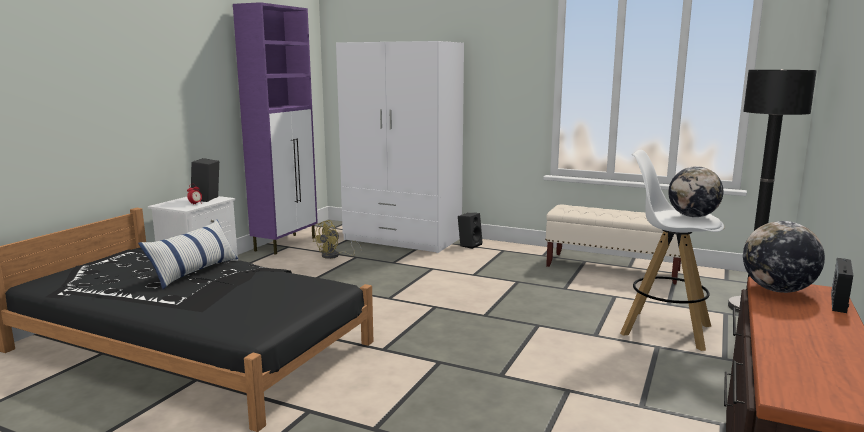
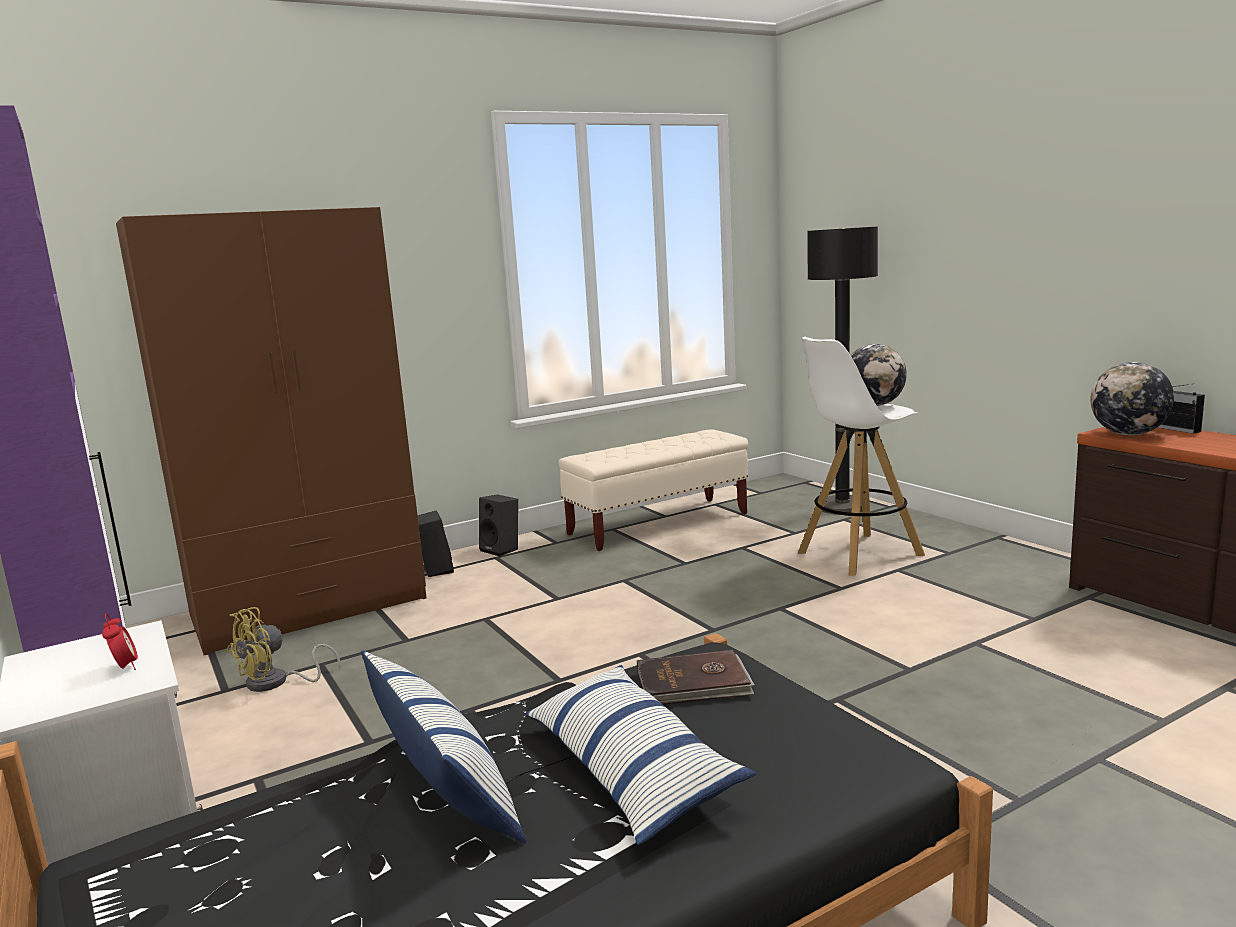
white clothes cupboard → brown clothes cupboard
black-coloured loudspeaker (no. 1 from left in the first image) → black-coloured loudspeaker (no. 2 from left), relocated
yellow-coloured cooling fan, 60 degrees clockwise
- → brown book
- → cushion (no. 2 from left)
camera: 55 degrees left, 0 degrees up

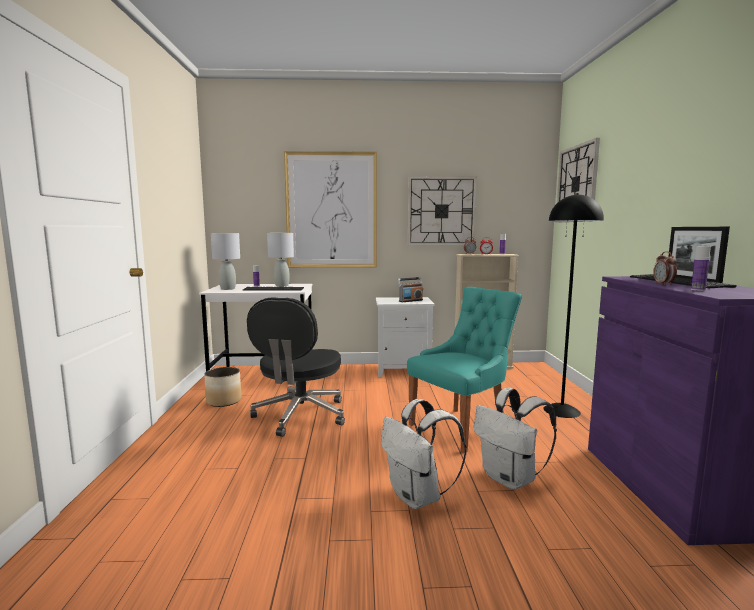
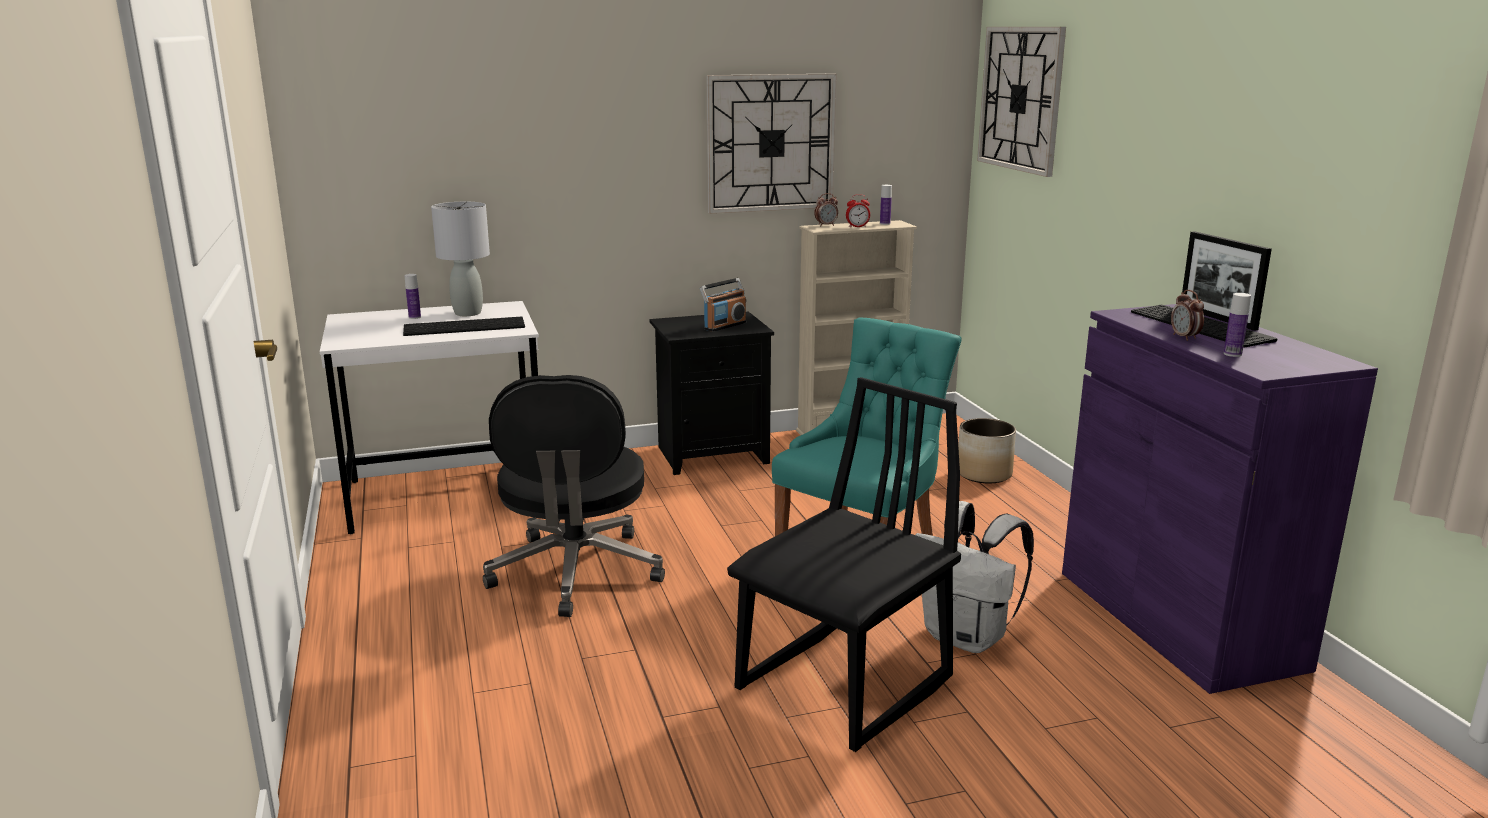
wall art → -
black-coloured standard lamp → -
greyish table lamp (no. 1 from left) → -
white nightstand → black-coloured nightstand
planter, relocated
white rucksack (no. 1 from left) → black-coloured plain chair
camera: 15 degrees left, 10 degrees up

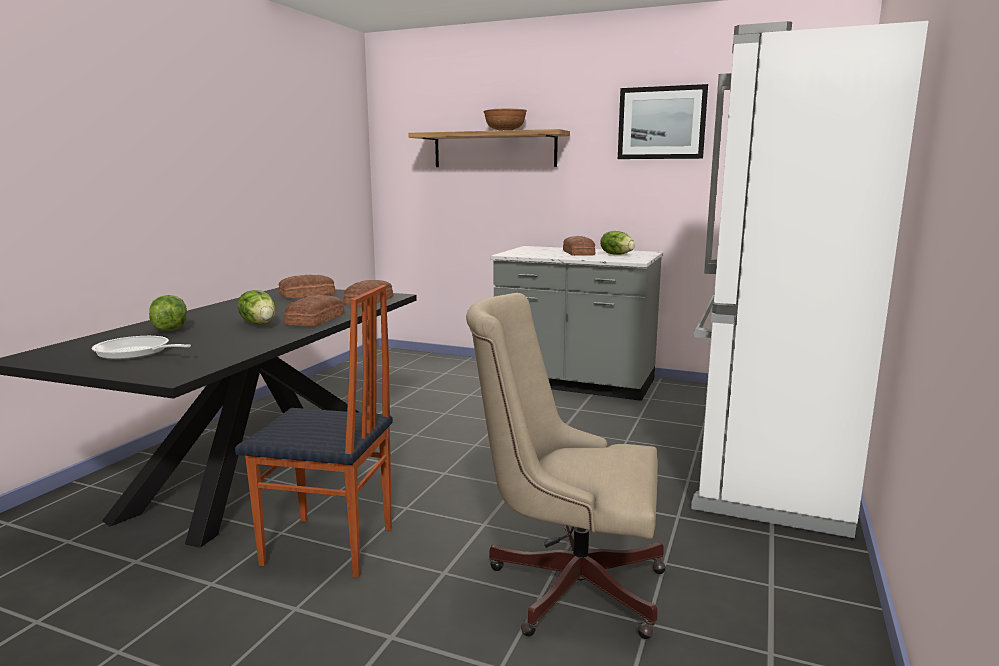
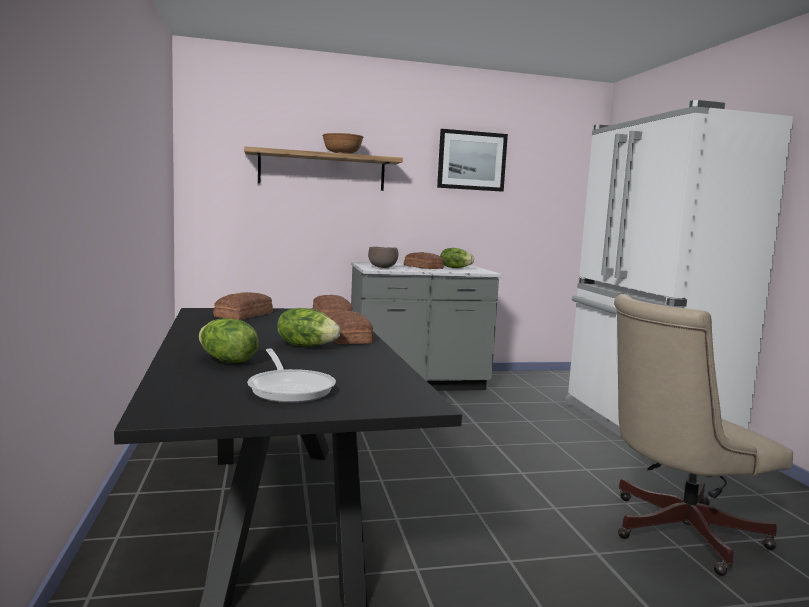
plain chair → -
skillet, 105 degrees counterclockwise
- → brown bowl (no. 2 from left)
camera: 35 degrees left, 5 degrees down

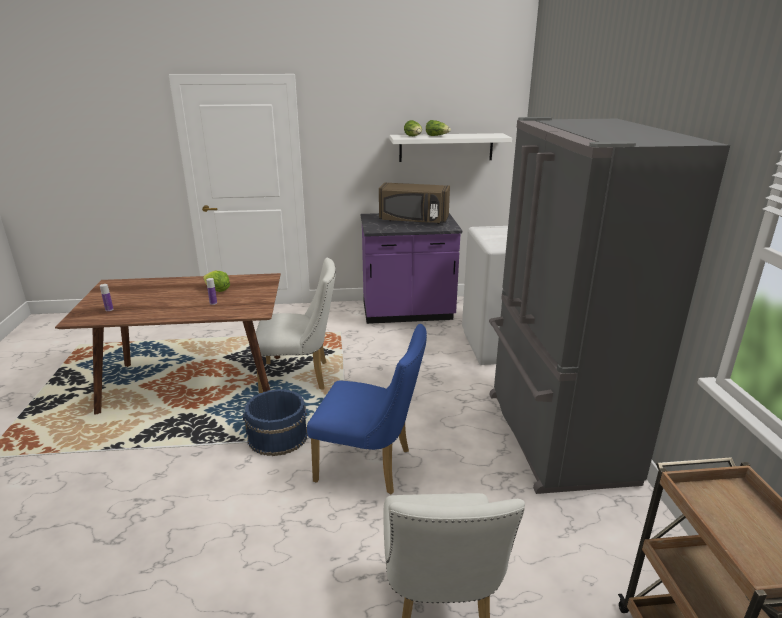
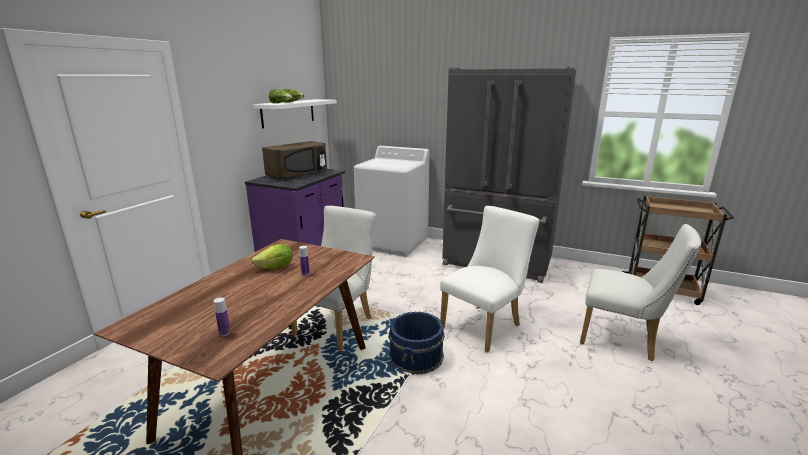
blue-coloured plain chair → white plain chair (no. 2 from left)
camera: 60 degrees left, 5 degrees down

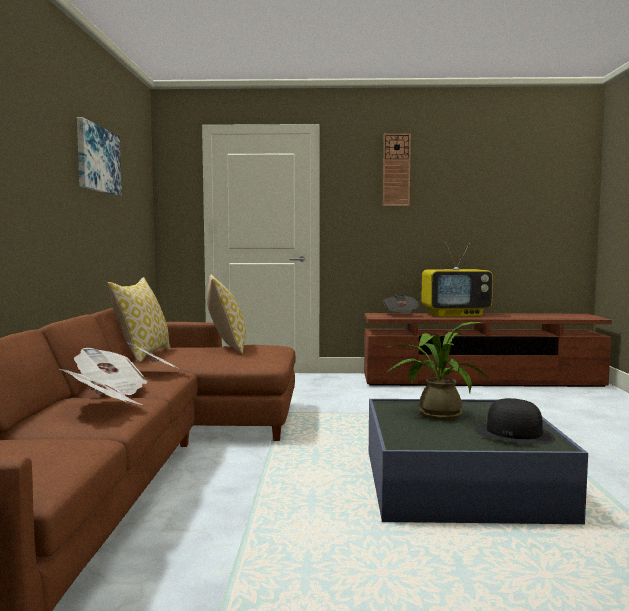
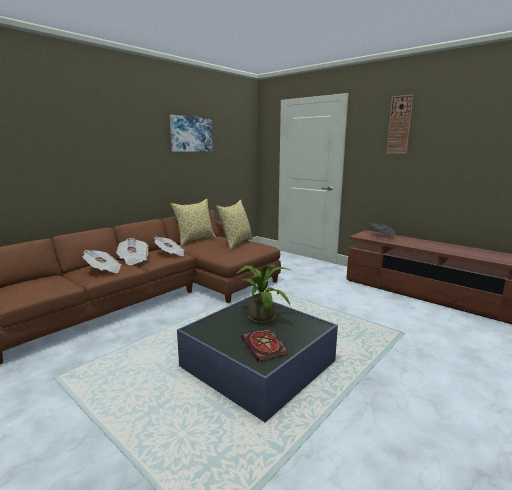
television → -
black-coloured hat → book
camera: 40 degrees right, 10 degrees up

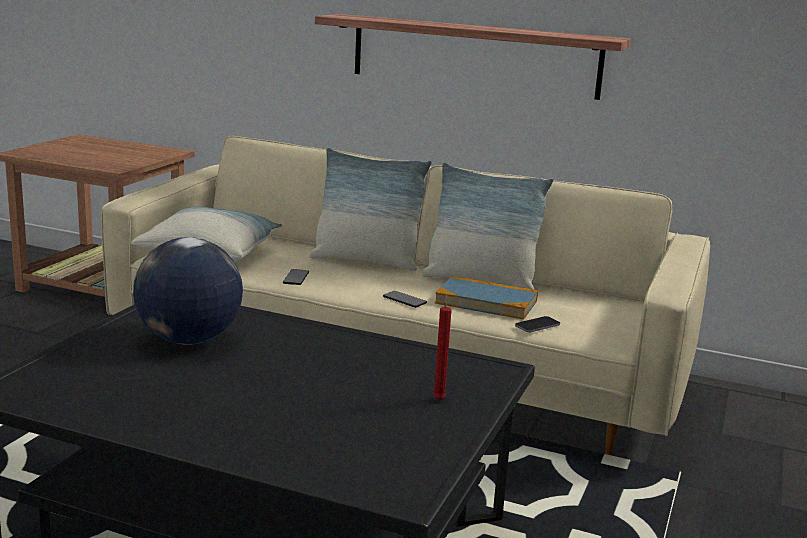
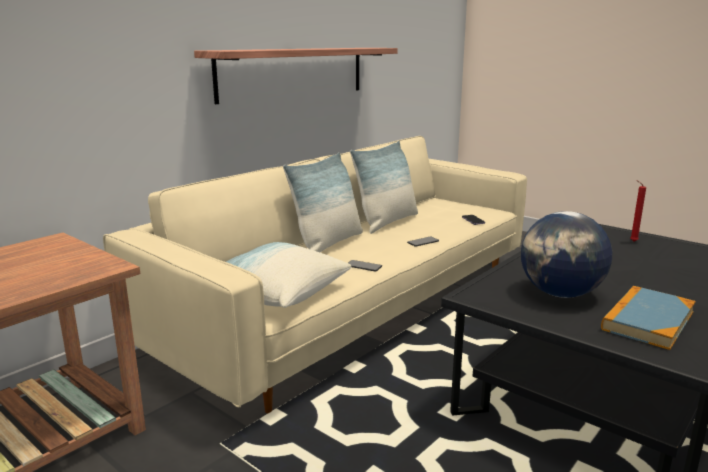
book, relocated
camera: 70 degrees left, 0 degrees up

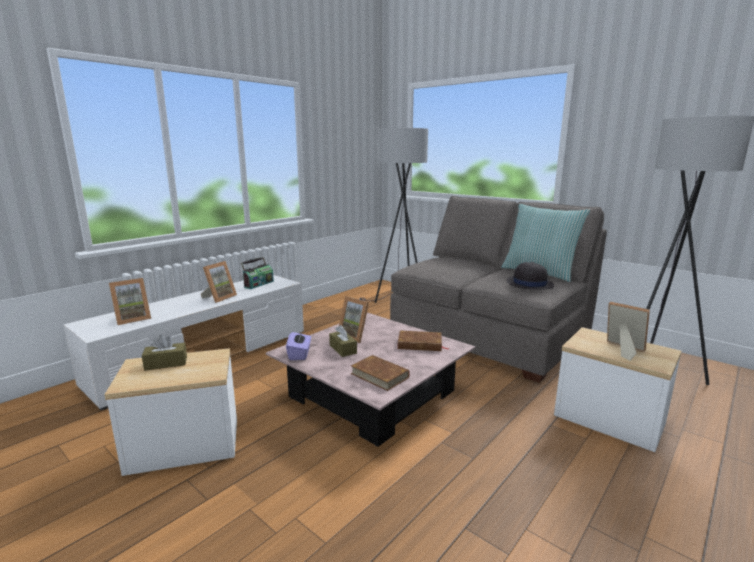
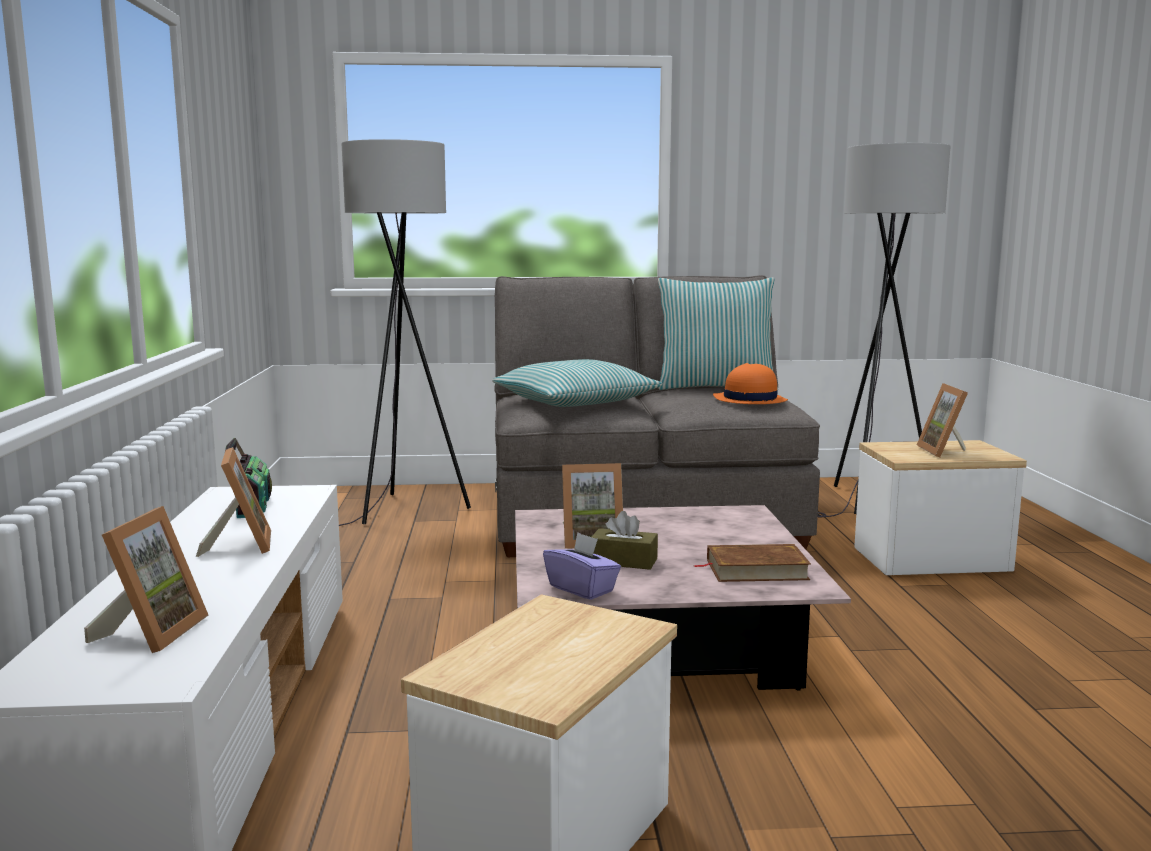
black-coloured hat → orange-coloured hat
photo frame (no. 4 from left), 90 degrees counterclockwise
brown book (no. 2 from left) → -
brown tissue holder (no. 1 from left) → -
- → cushion (no. 1 from left)
camera: 45 degrees left, 5 degrees down

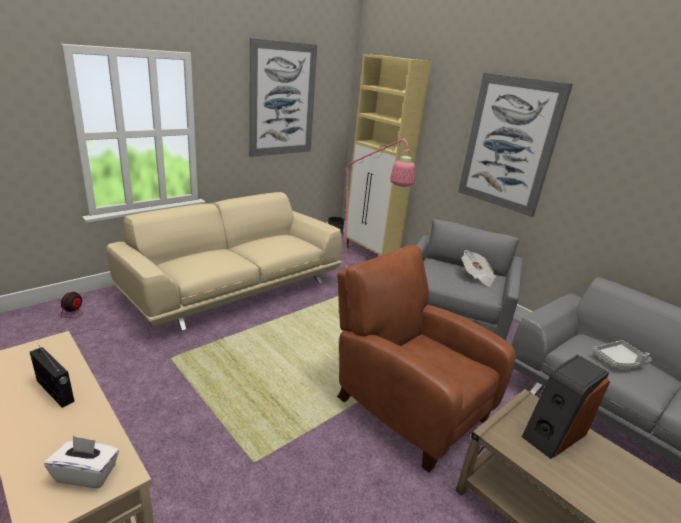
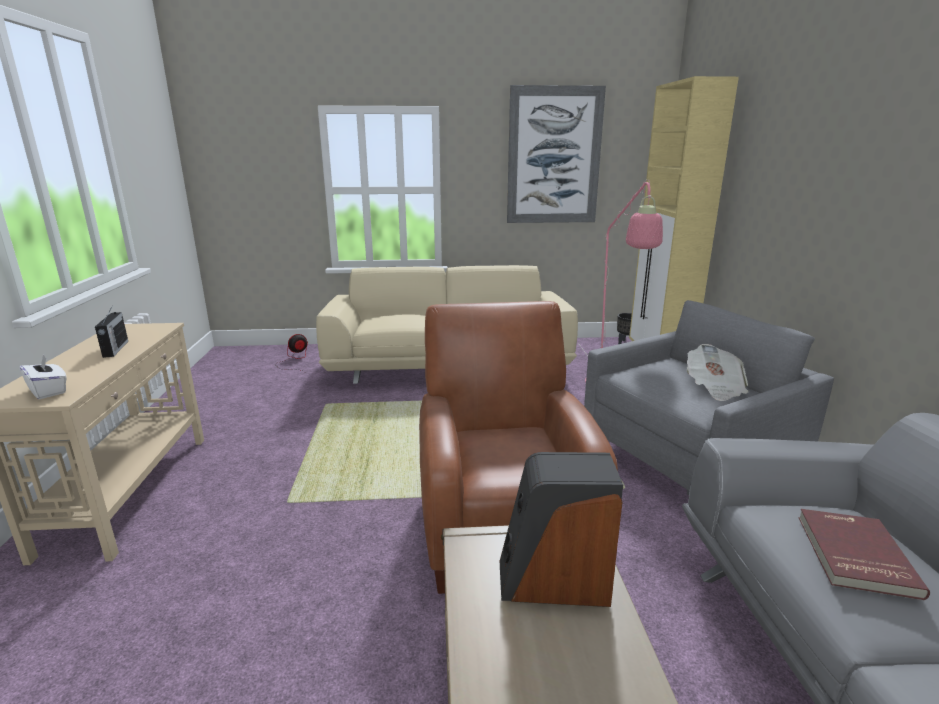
wall art (no. 2 from left) → -
greyish carrying tray → red book
camera: 40 degrees right, 5 degrees down

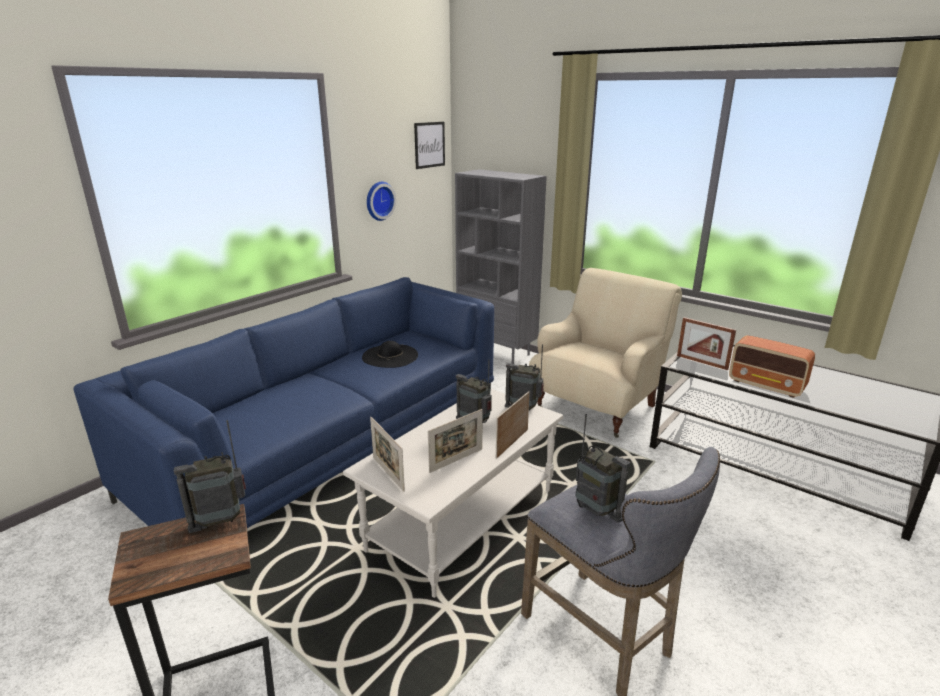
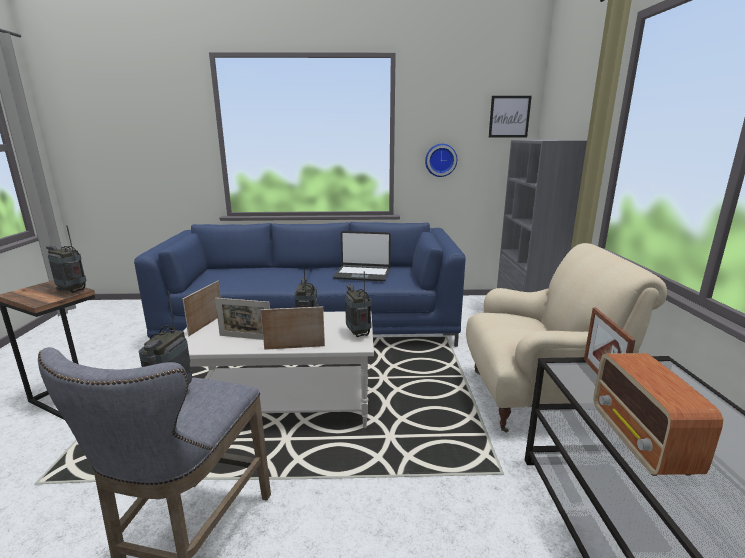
black-coloured hat → laptop
camera: 50 degrees right, 5 degrees down

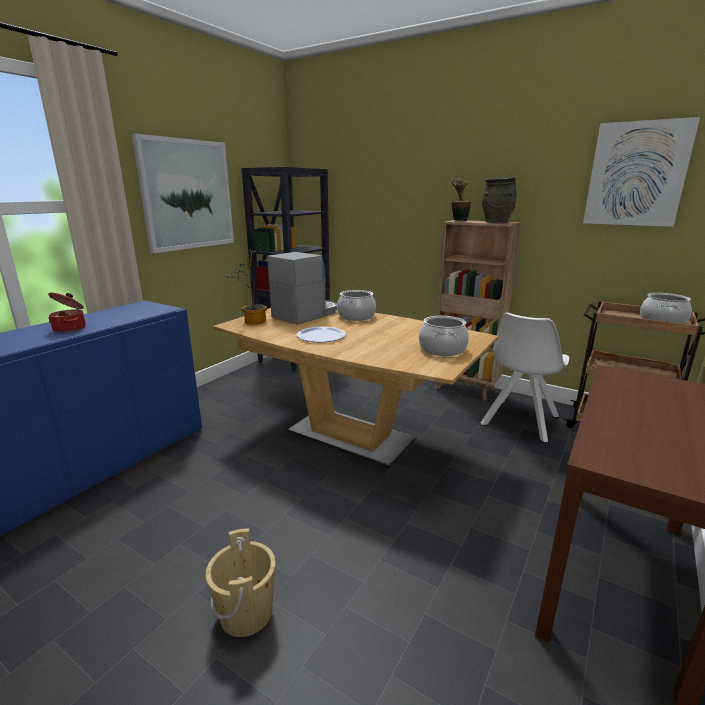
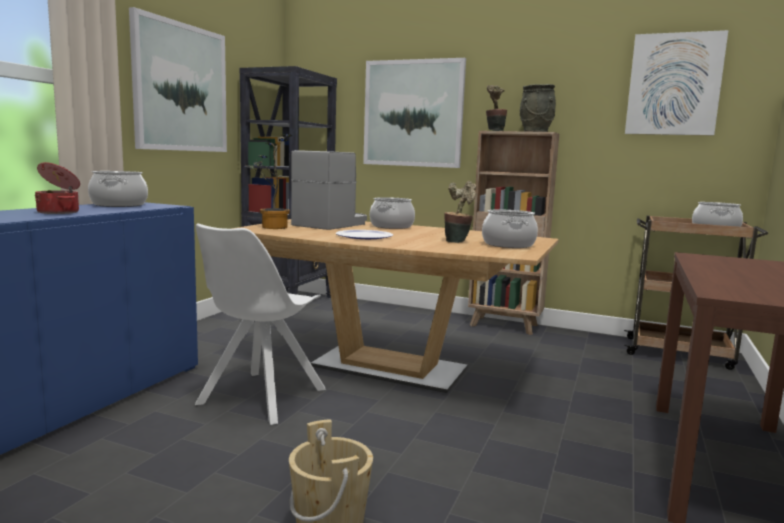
white plain chair, relocated
- → wall art (no. 2 from left)
- → saucepot (no. 2 from left)
- → houseplant (no. 2 from left)
camera: 10 degrees left, 10 degrees down

